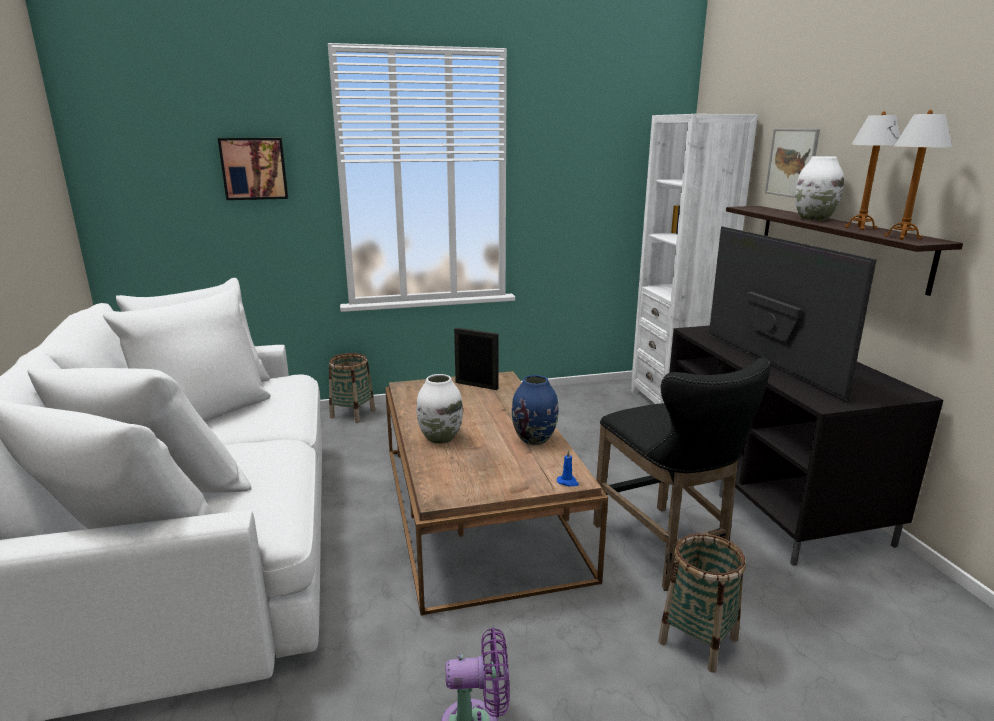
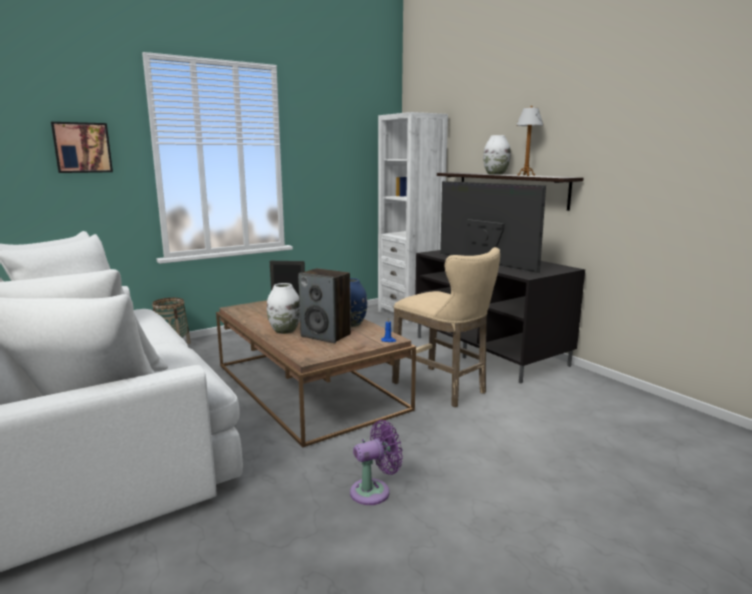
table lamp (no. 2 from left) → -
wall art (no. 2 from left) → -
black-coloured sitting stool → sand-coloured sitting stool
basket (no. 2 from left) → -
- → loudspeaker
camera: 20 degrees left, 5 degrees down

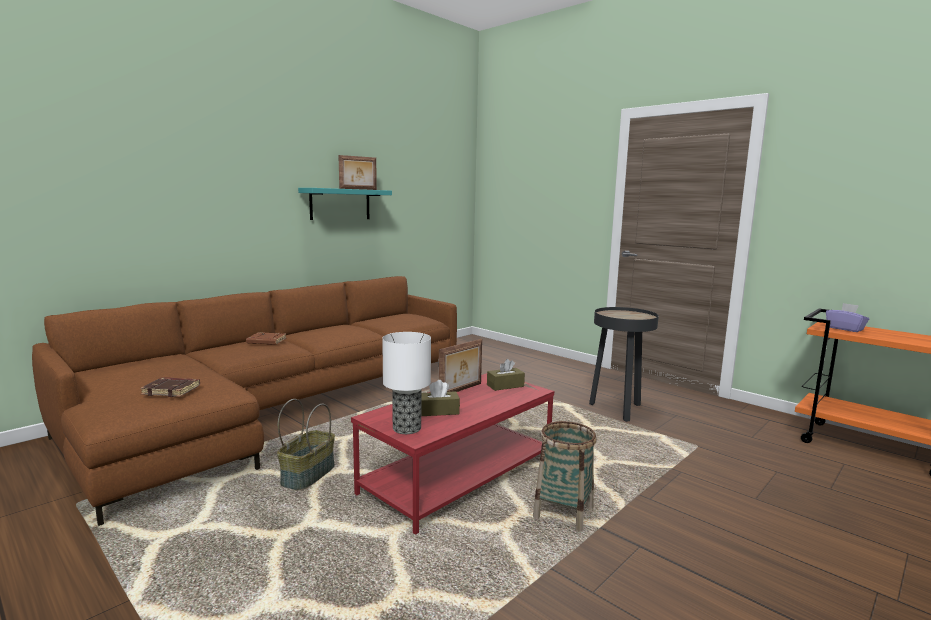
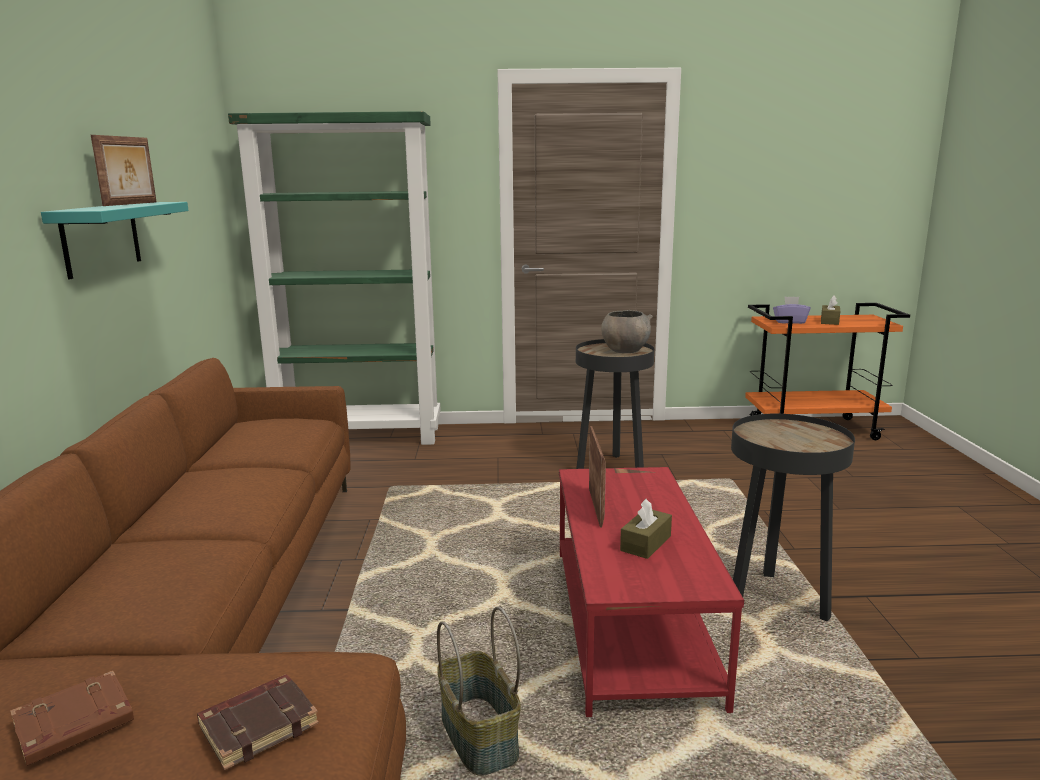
brown book (no. 2 from left in the first image) → brown book (no. 1 from left), relocated
table lamp → -
brown tissue holder (no. 2 from left), relocated
basket (no. 2 from left) → black-coloured side table (no. 2 from left)
- → green-coloured bookcase
- → greyish bowl
camera: 45 degrees left, 5 degrees up

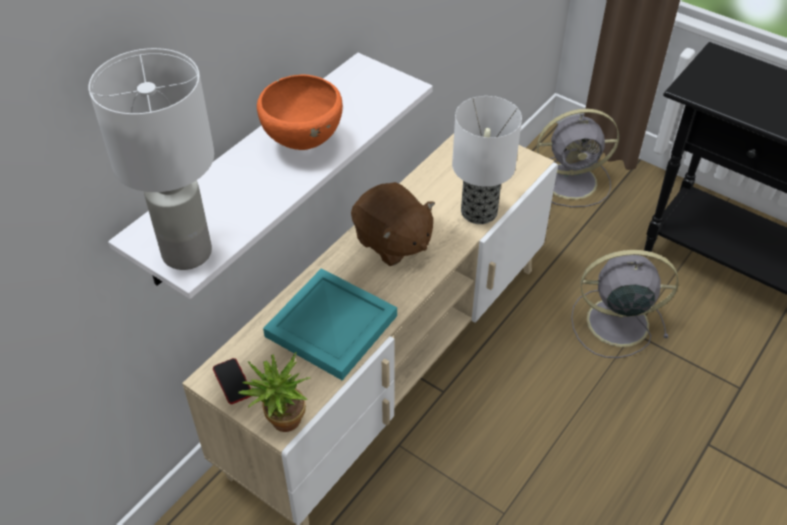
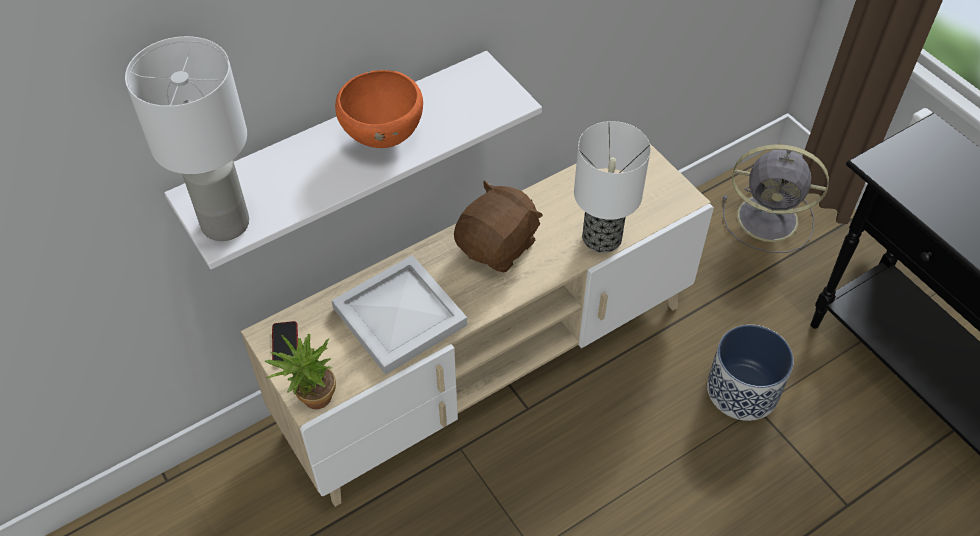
brown plush toy, 120 degrees counterclockwise
greyish cooling fan (no. 2 from left) → planter
blue-green carrying tray → white carrying tray
camera: 20 degrees right, 5 degrees up

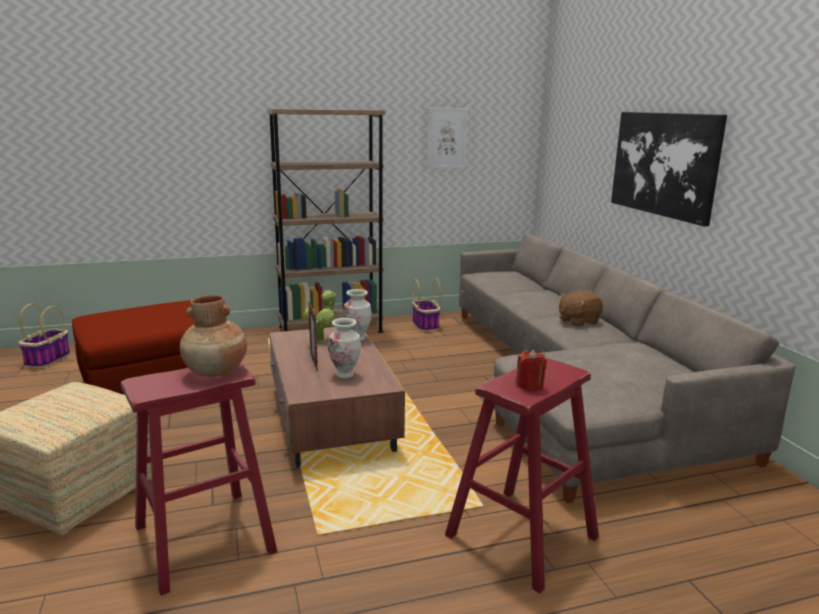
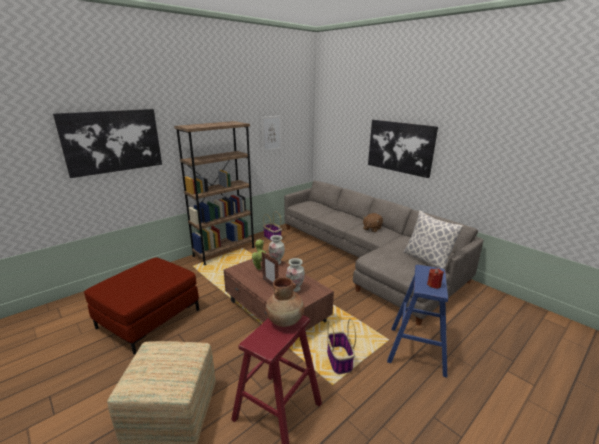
basket (no. 1 from left in the first image) → basket (no. 2 from left), relocated
red sitting stool (no. 2 from left) → blue-coloured sitting stool
- → wall art (no. 1 from left)
- → cushion
camera: 25 degrees left, 5 degrees up

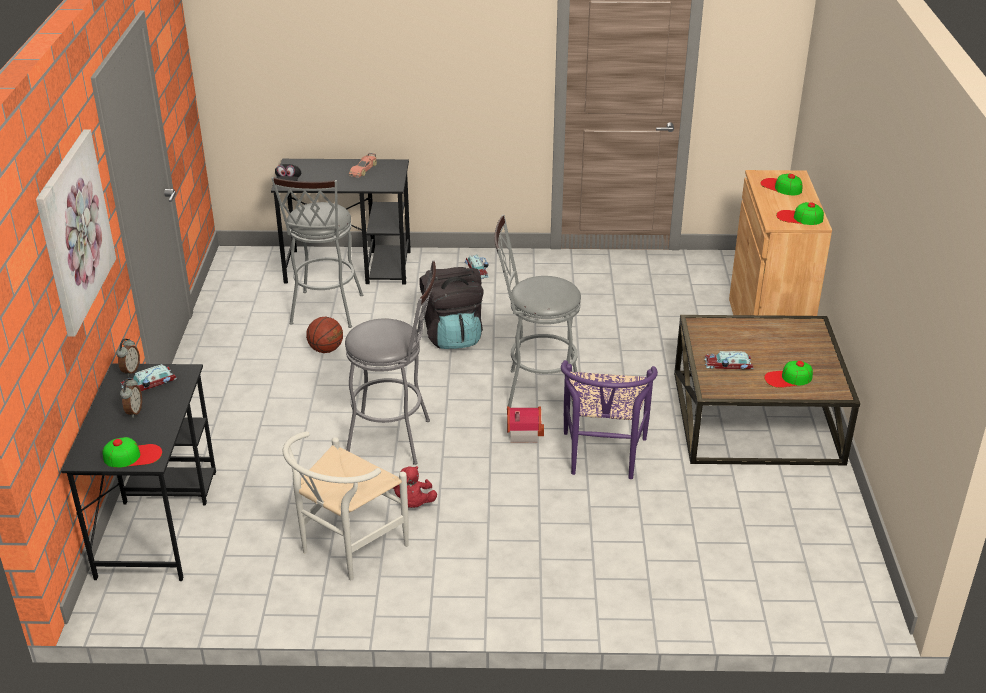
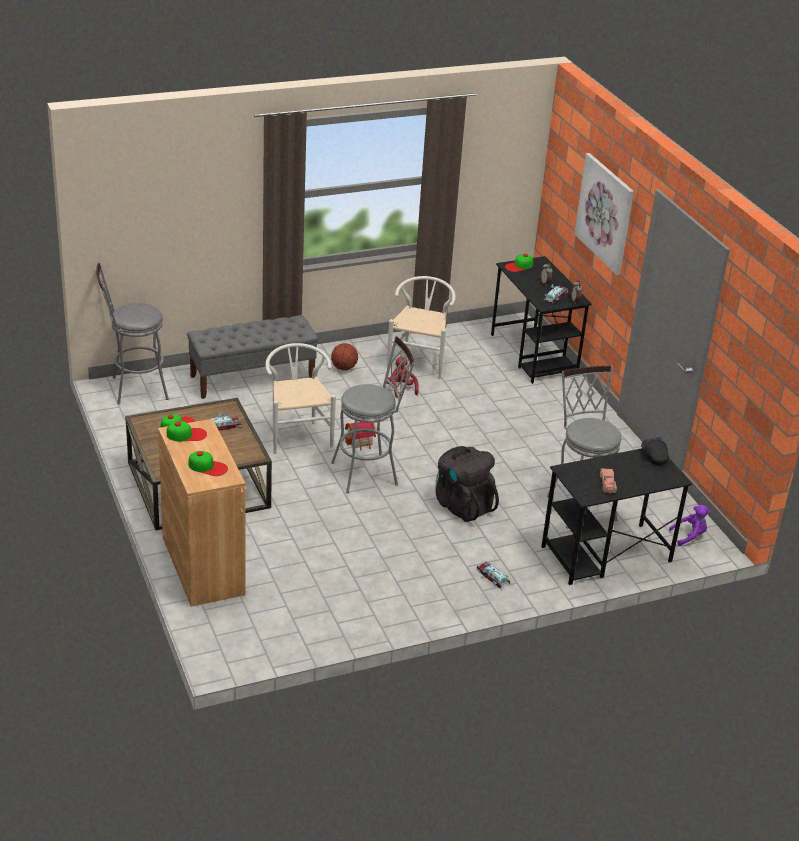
greyish sitting stool (no. 2 from left in the first image) → greyish sitting stool (no. 1 from left), relocated
basketball, relocated
purple-coloured plain chair → white plain chair (no. 1 from left)
- → greyish indoor bench
- → purple-coloured plush toy
camera: 155 degrees right, 0 degrees up

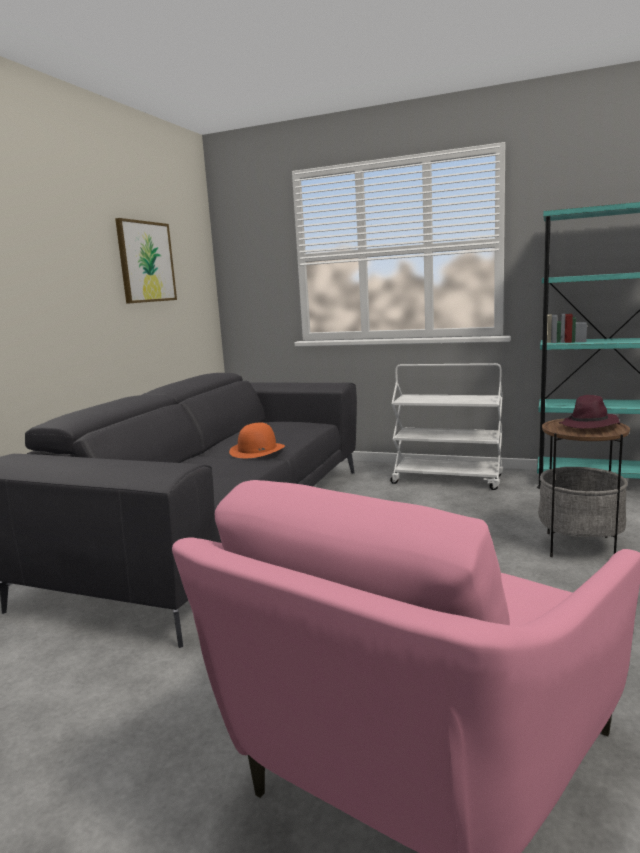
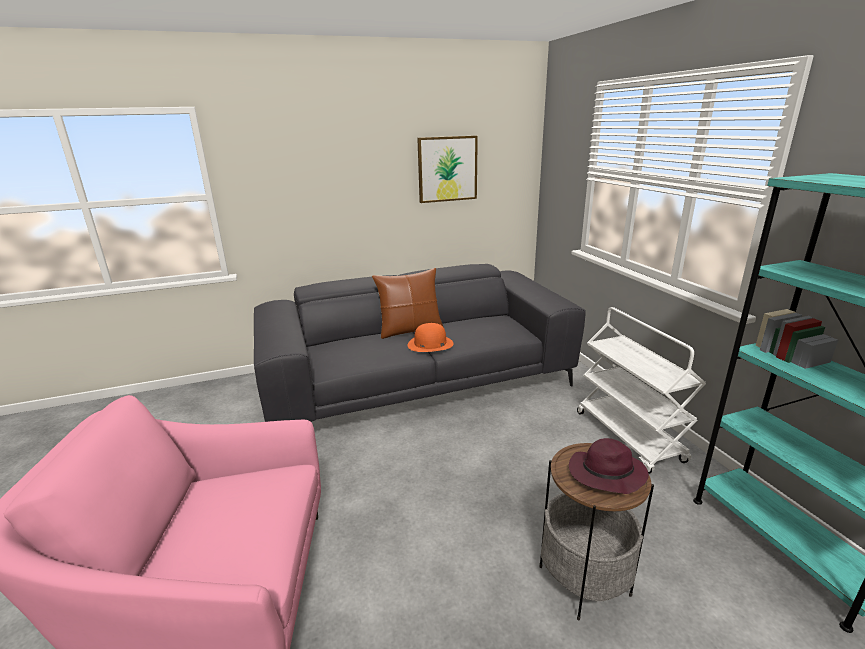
- → brown cushion
camera: 50 degrees right, 10 degrees up

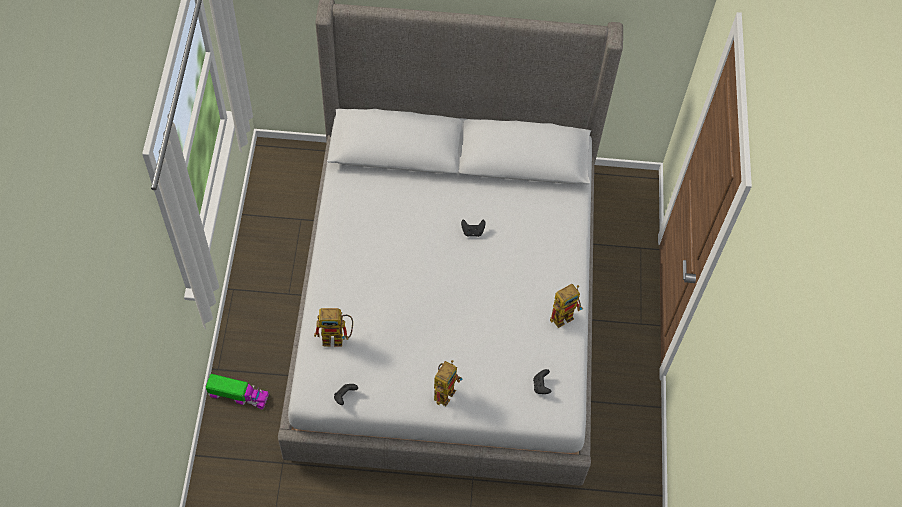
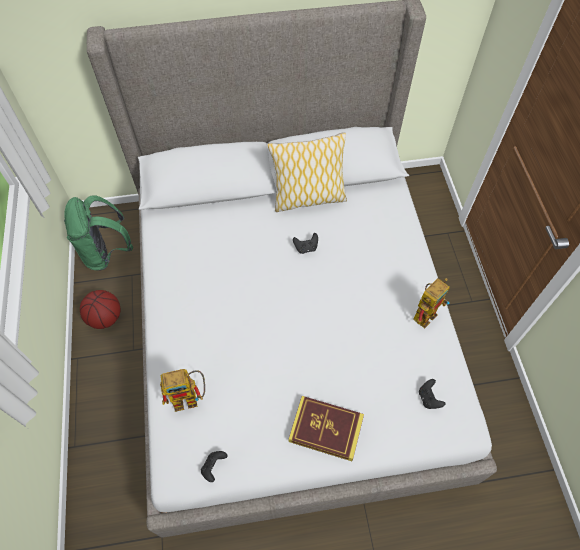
toy robot (no. 2 from left) → book
toy truck → -
- → cushion
- → green-coloured rucksack
- → basketball
camera: 10 degrees left, 0 degrees up

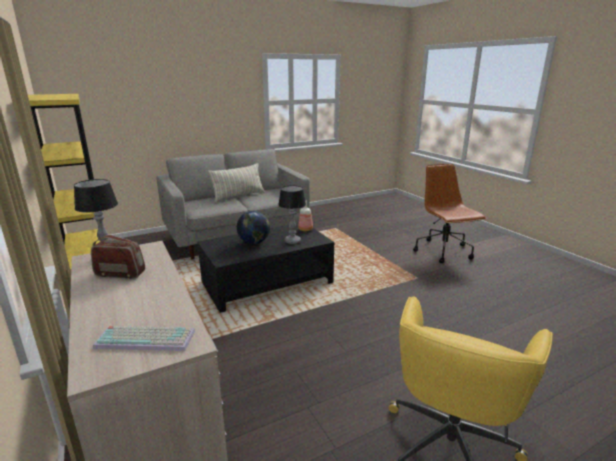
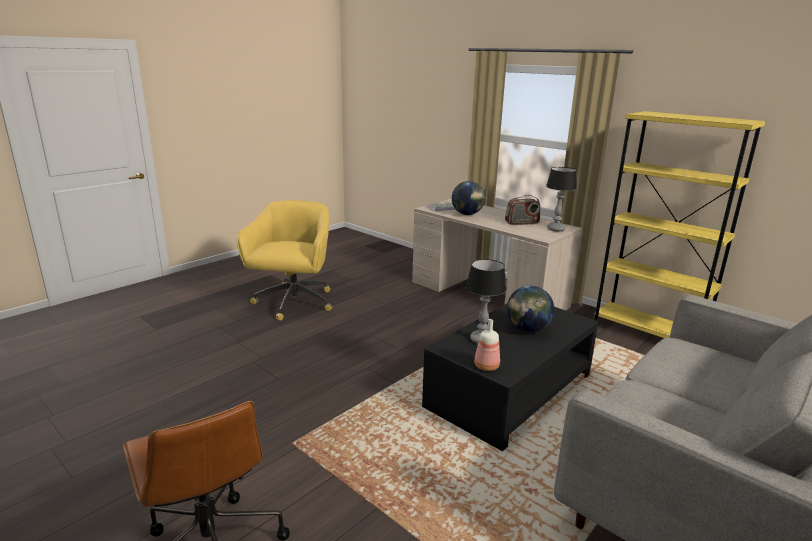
cushion → -
- → world globe (no. 1 from left)
camera: 160 degrees right, 0 degrees up

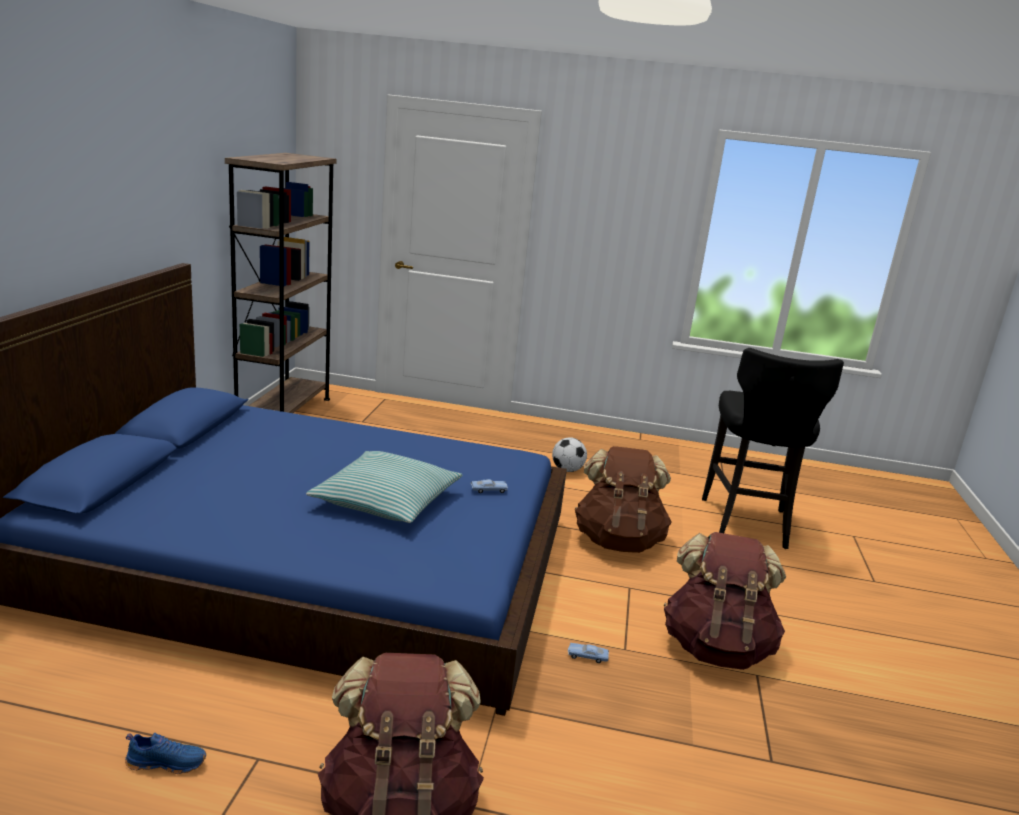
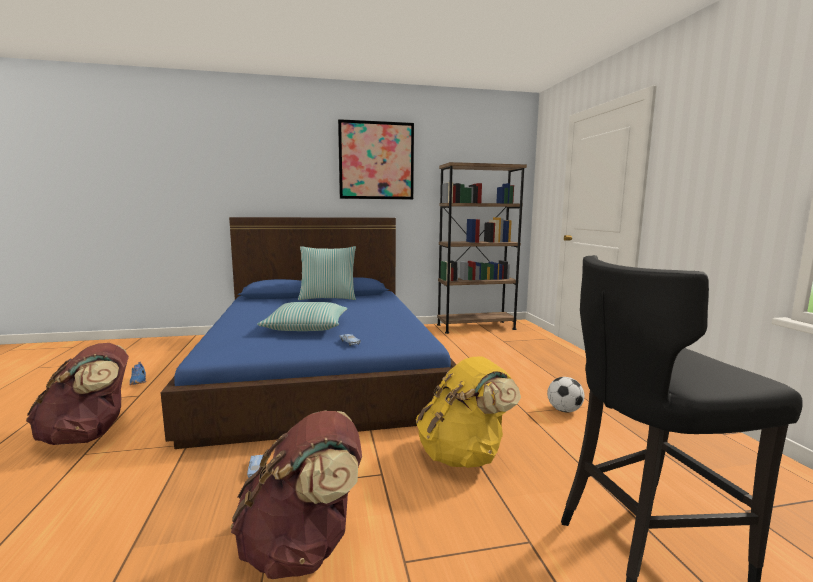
brown rucksack (no. 2 from left) → yellow-coloured rucksack
- → wall art
- → cushion (no. 2 from left)
camera: 70 degrees right, 10 degrees down

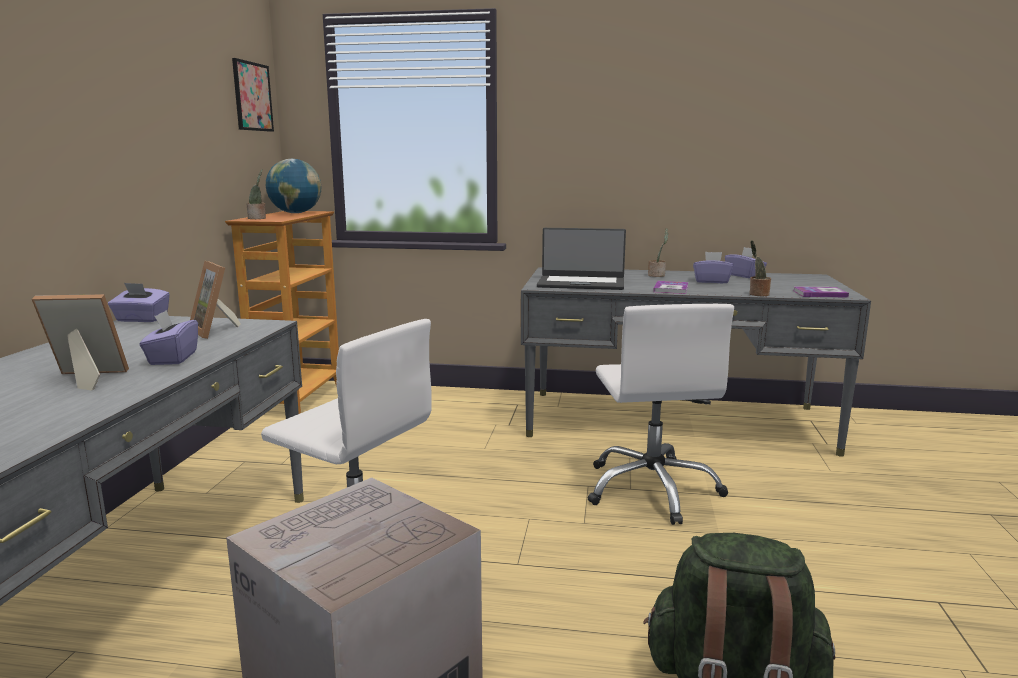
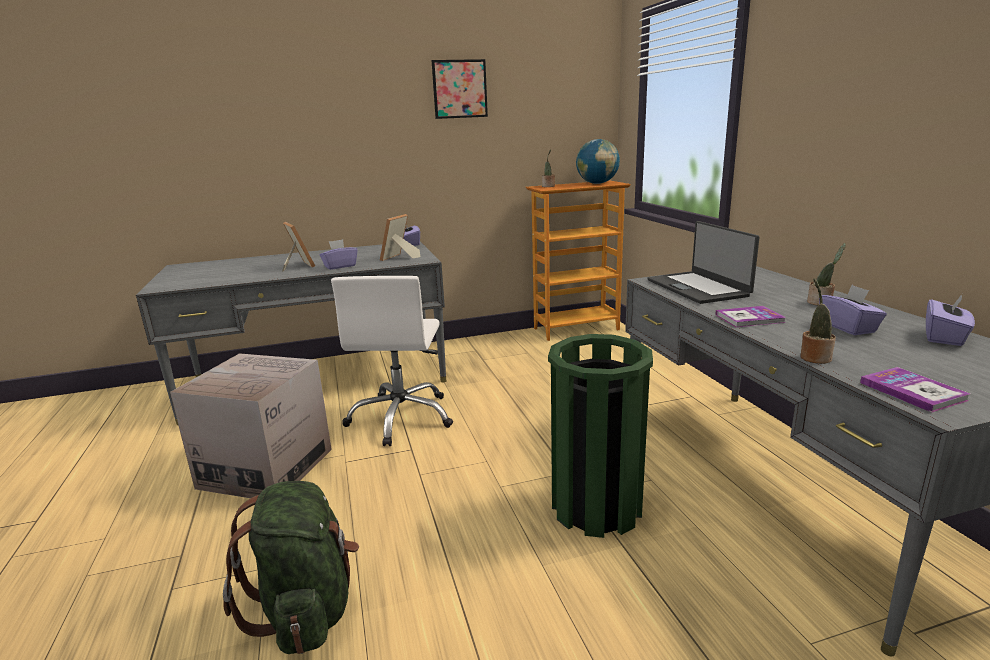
wall art, relocated
white computer chair (no. 2 from left) → green-coloured waste bin
camera: 65 degrees right, 5 degrees up

